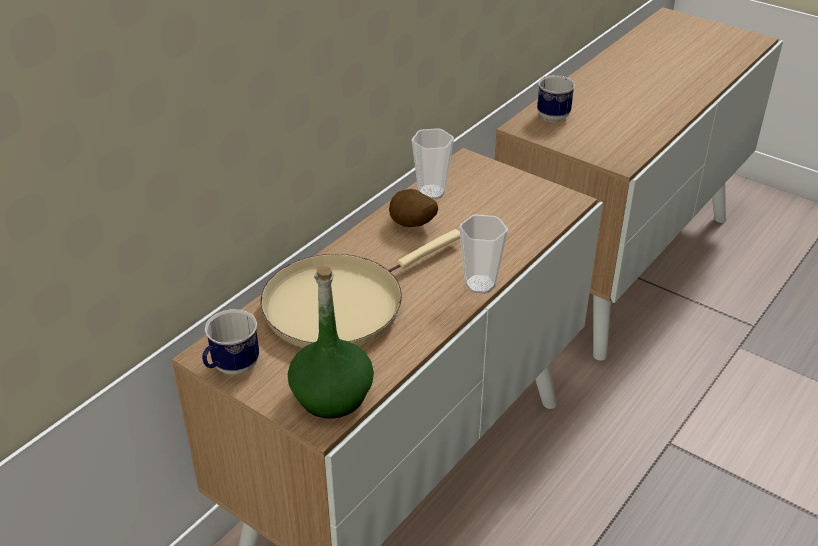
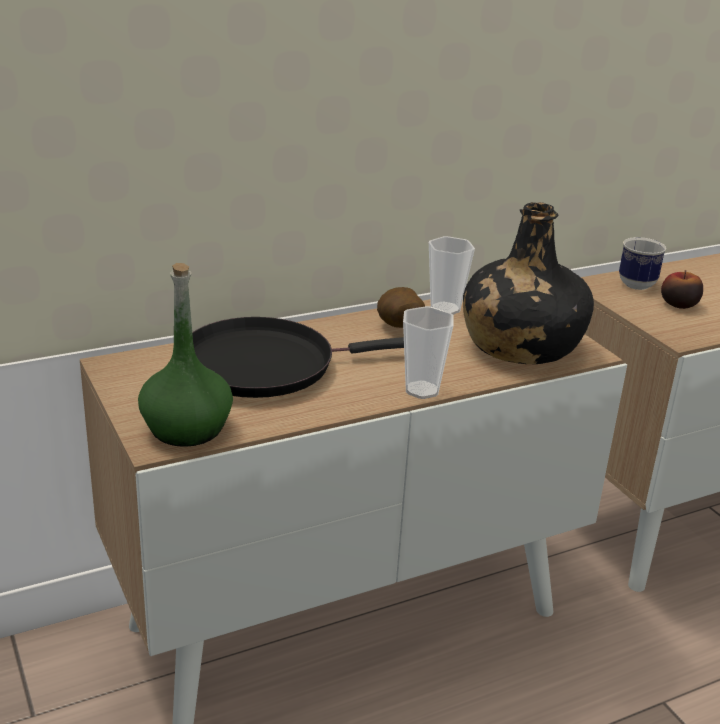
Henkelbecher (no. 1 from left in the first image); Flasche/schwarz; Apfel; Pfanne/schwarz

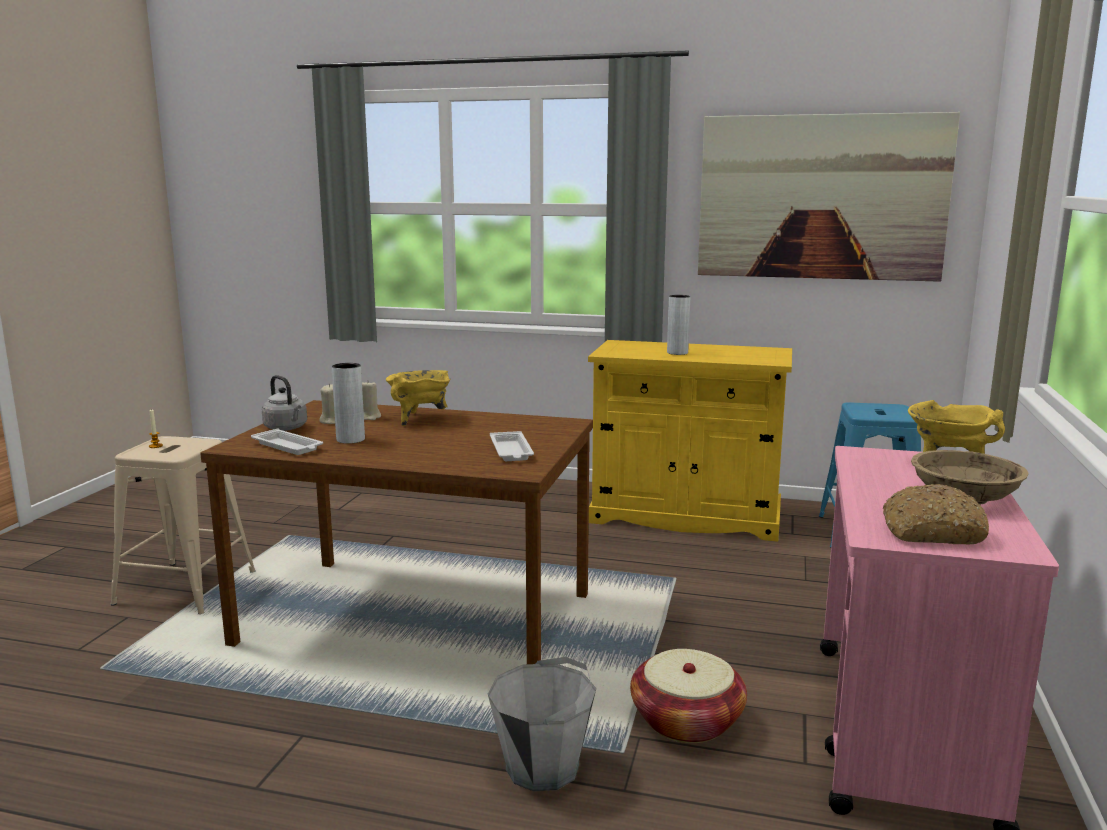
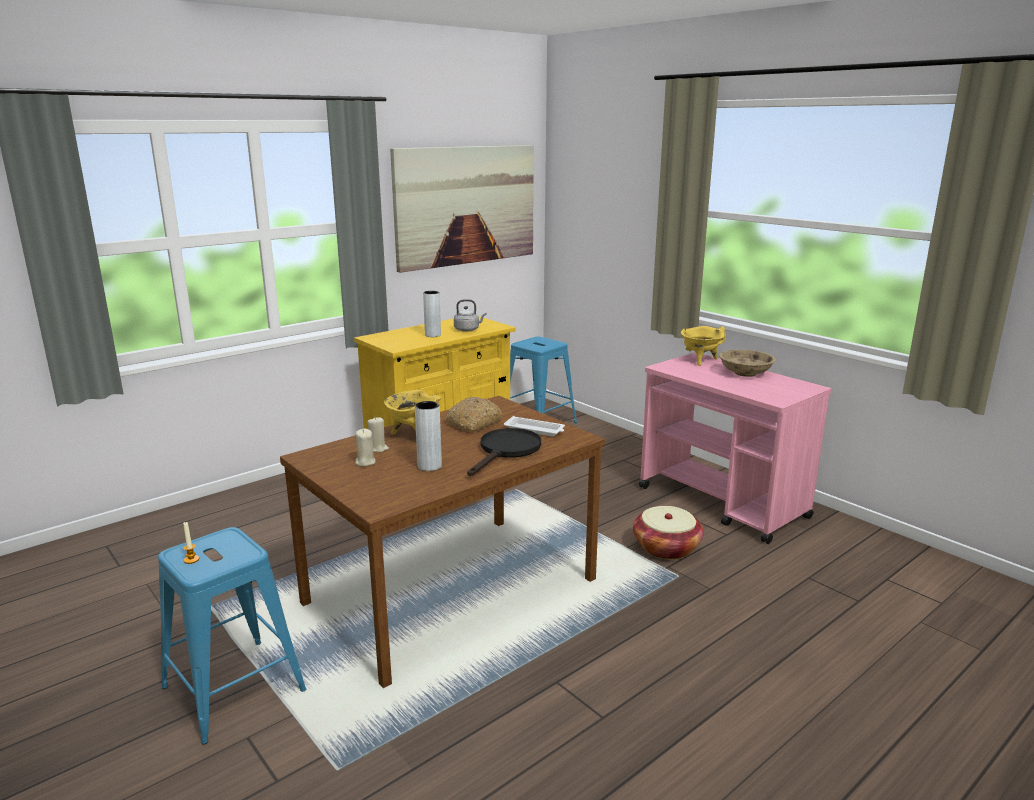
Tablett/weiß (no. 1 from left in the first image); Eimer/grau; Pfanne/schwarz; Wasserkessel/grau; Brot; Hocker/blau (no. 1 from left)

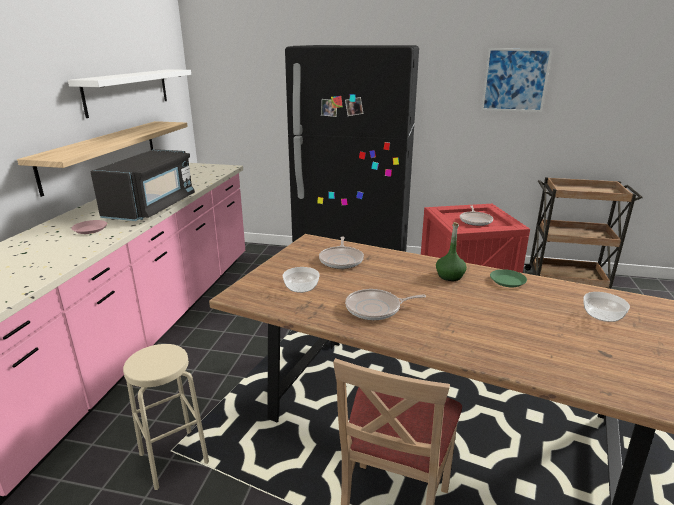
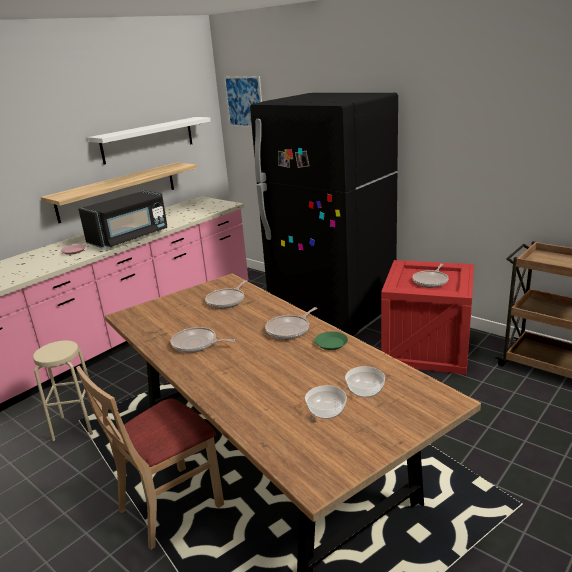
Schüssel (no. 1 from left); Bild; Pfanne (no. 3 from left)

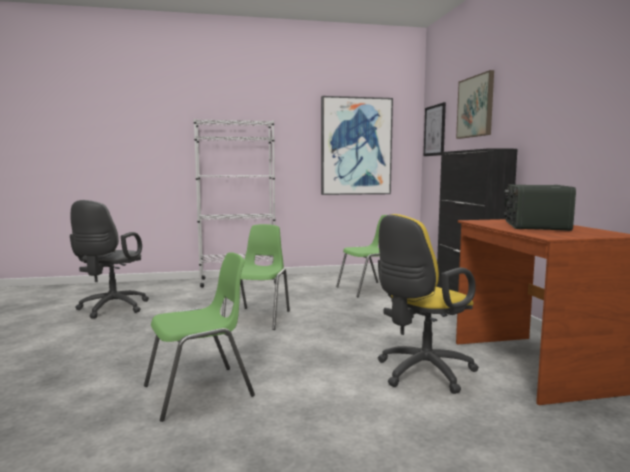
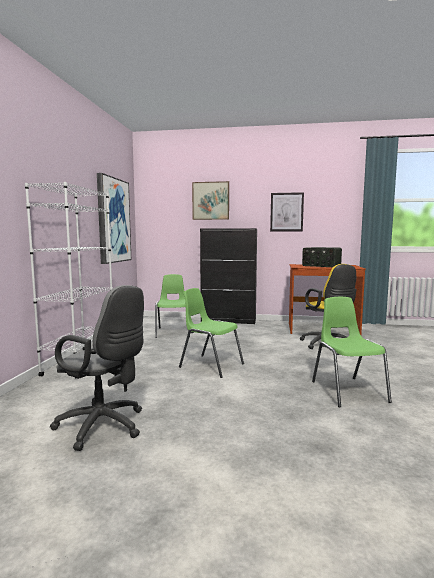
Bild (no. 3 from left)

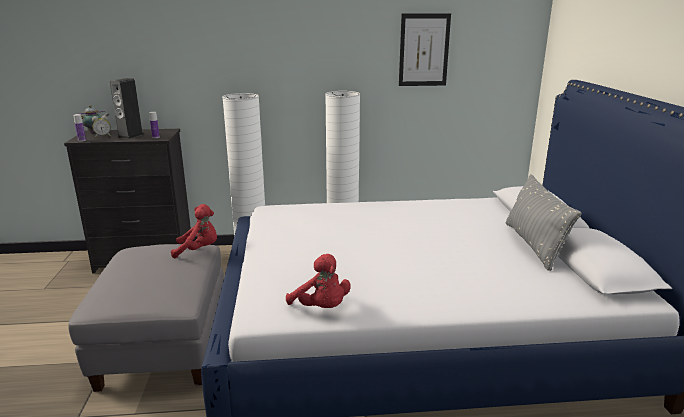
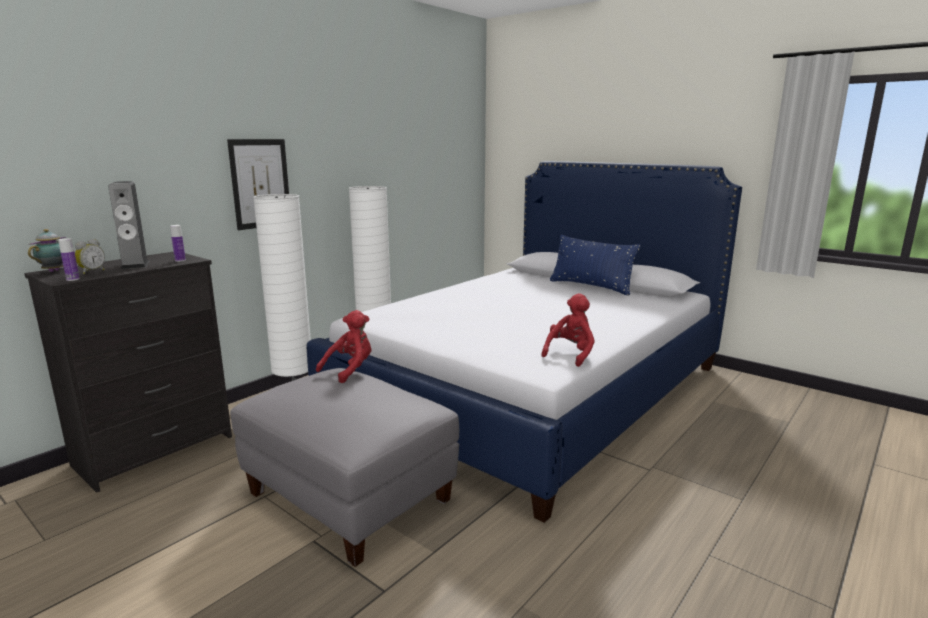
Bild; Kissen/blau; Plüschtier/rot (no. 2 from left)

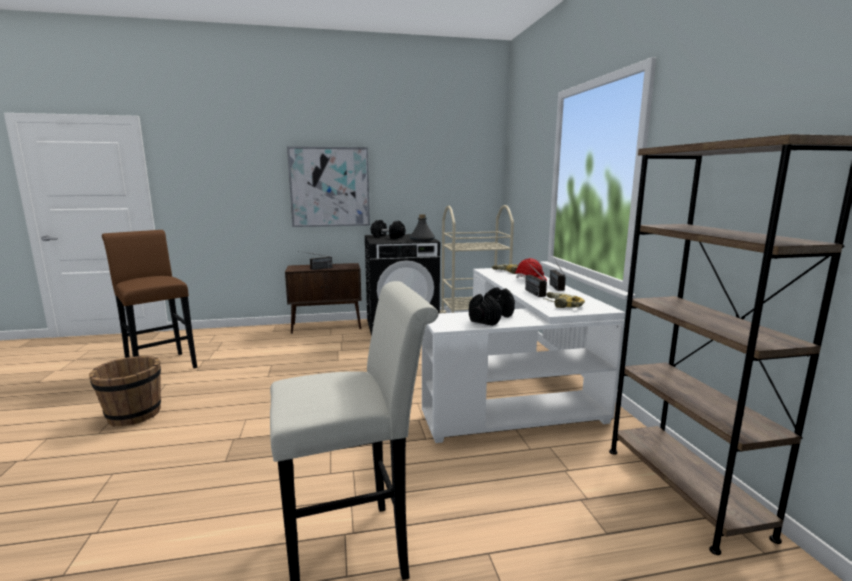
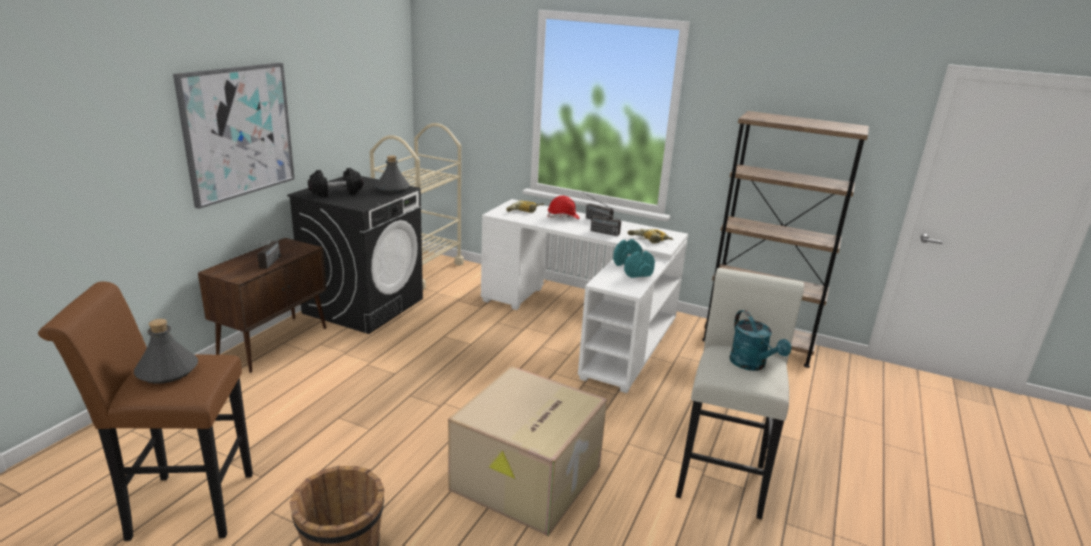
Flasche/grau (no. 1 from left); Karton; Gießkanne/türkis; Hantel/türkis

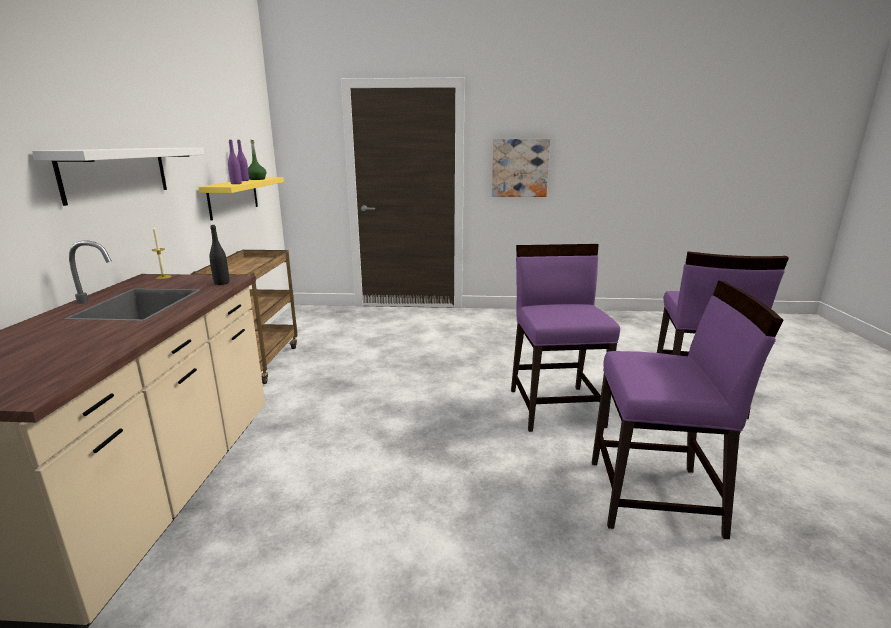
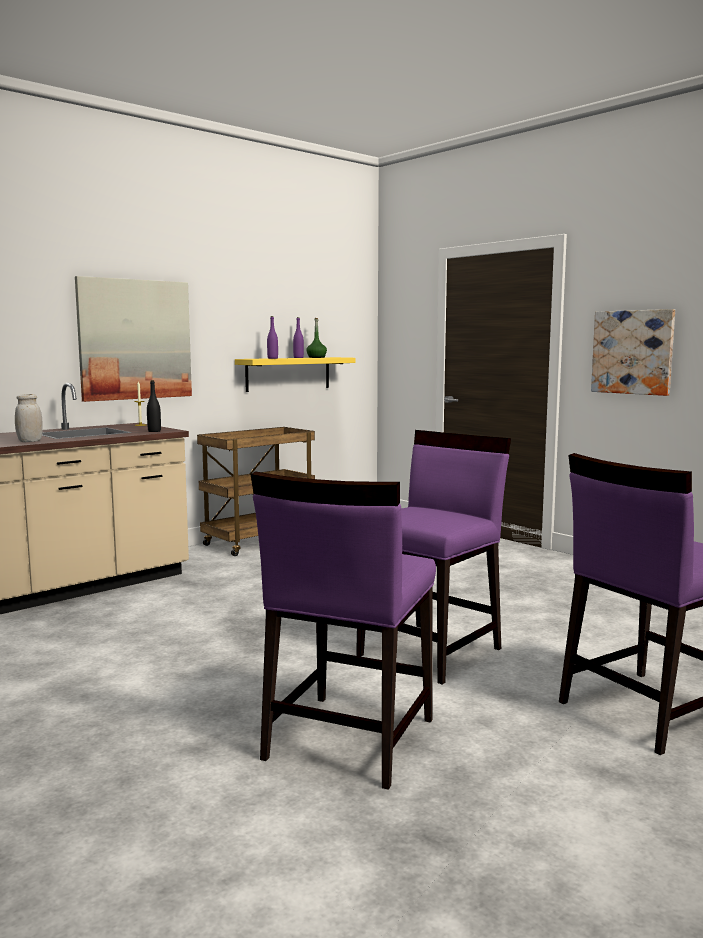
Vorratsglas/weiß; Bild (no. 1 from left); Stuhl/lila (no. 1 from left)

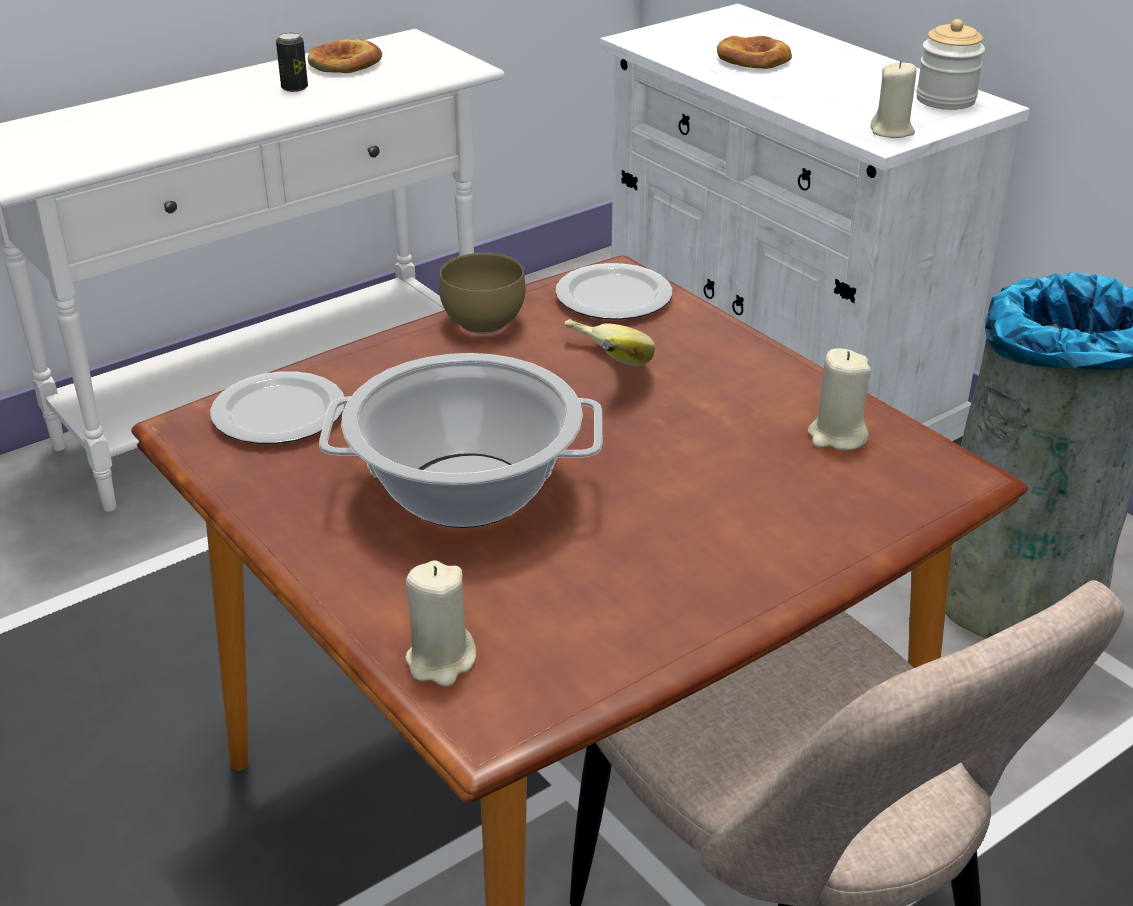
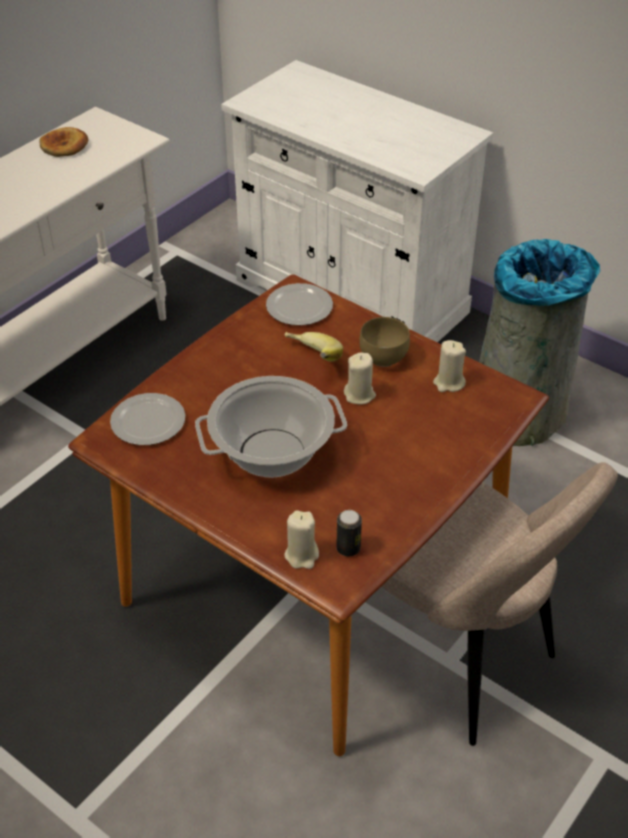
Brot (no. 2 from left in the first image); Vorratsglas; Dose; Schüssel/braun; Kerze/beige (no. 2 from left)

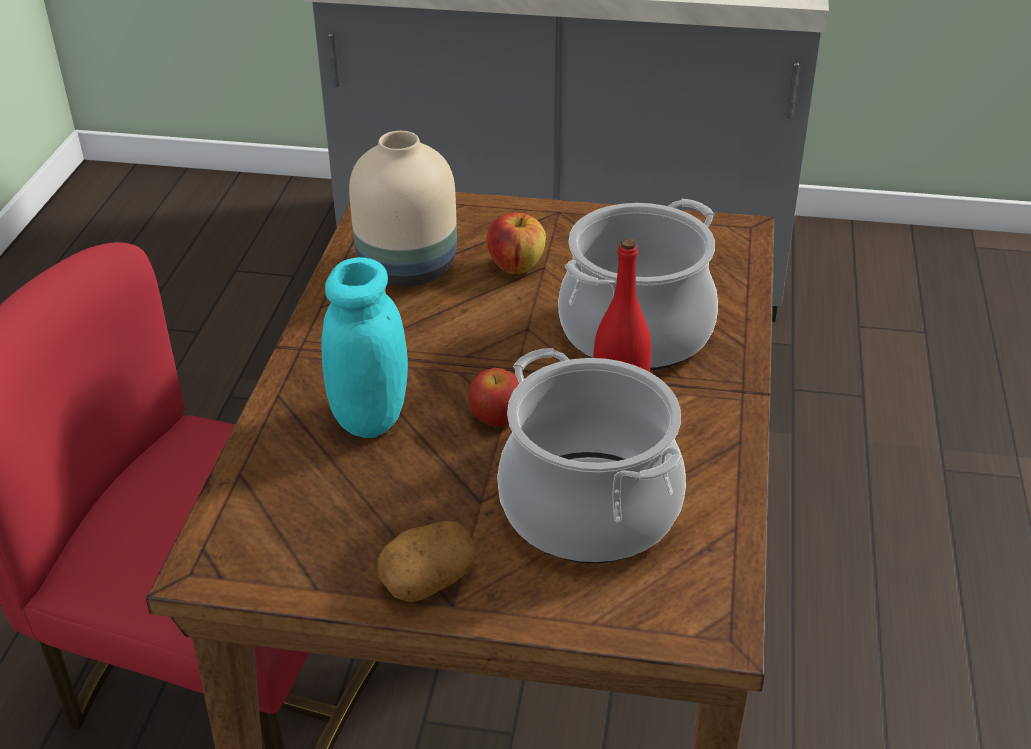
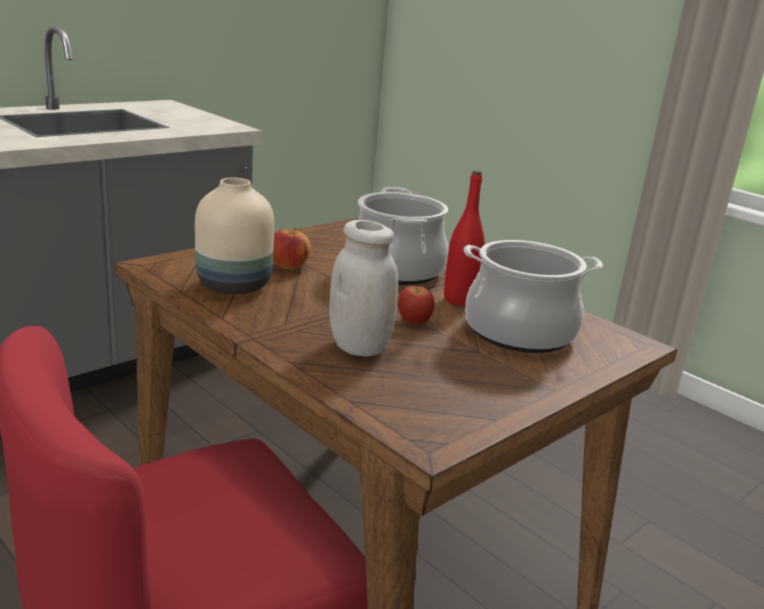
Kartoffel; Vorratsglas/weiß

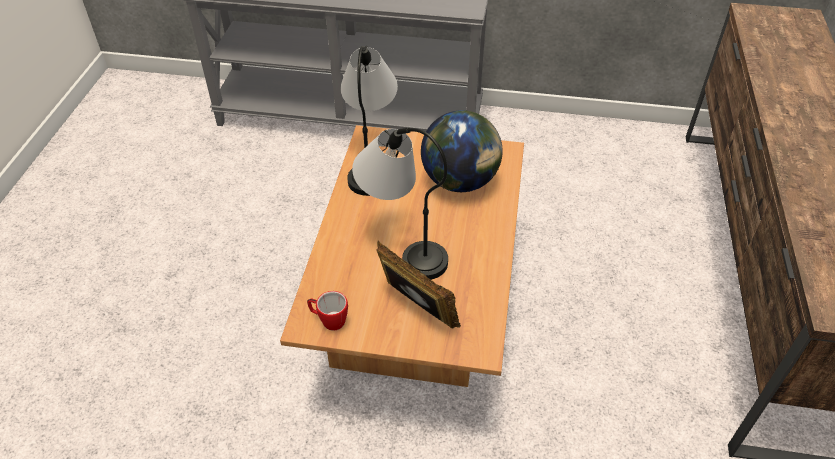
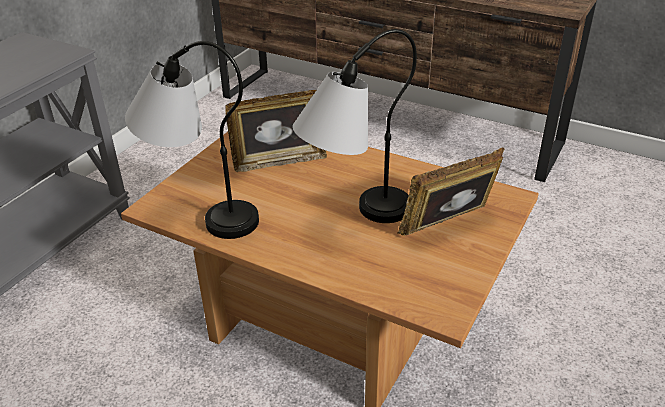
Henkelbecher; Bilderrahmen (no. 1 from left)

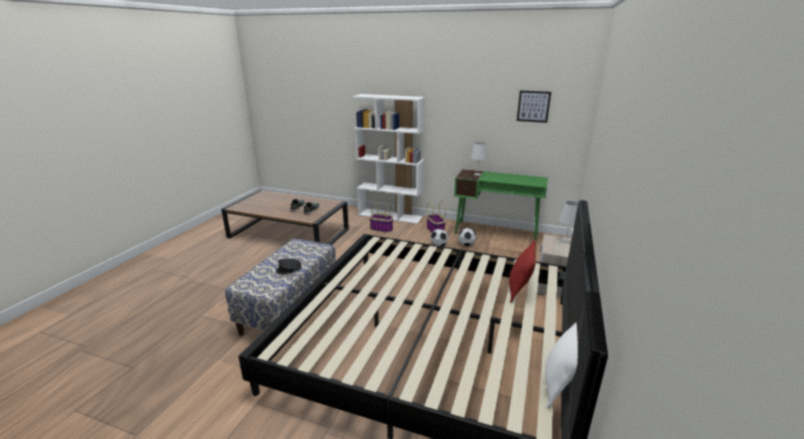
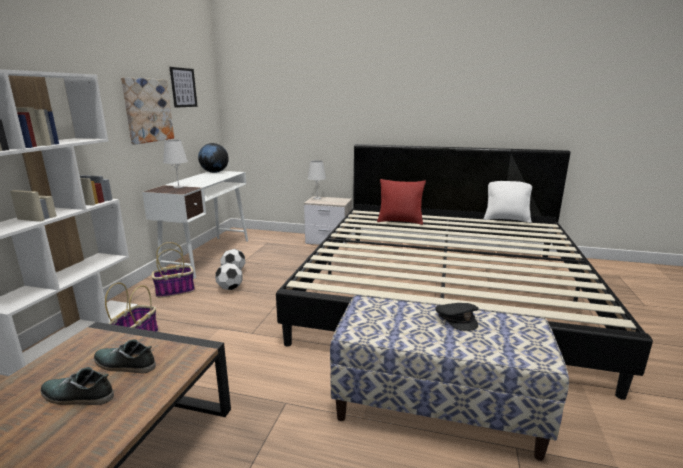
Bild (no. 1 from left); Globus; Schreibtisch/weiß

